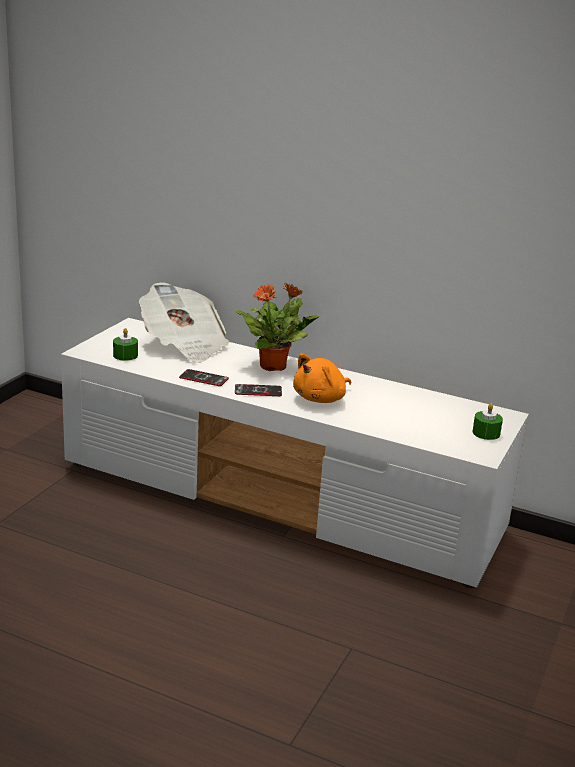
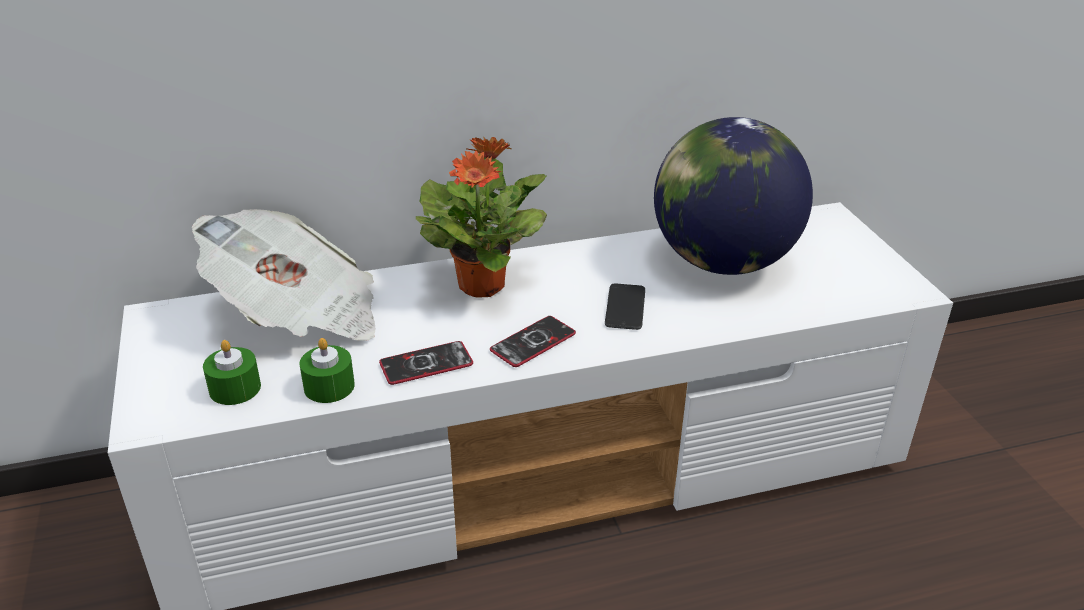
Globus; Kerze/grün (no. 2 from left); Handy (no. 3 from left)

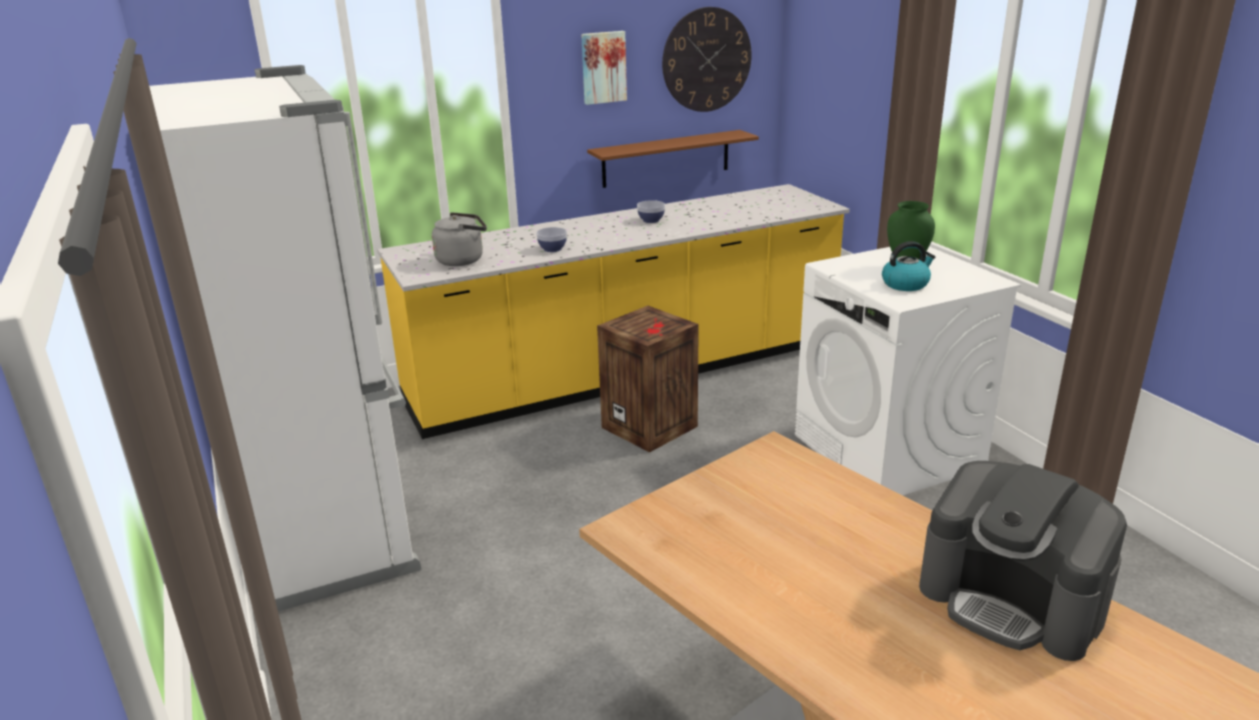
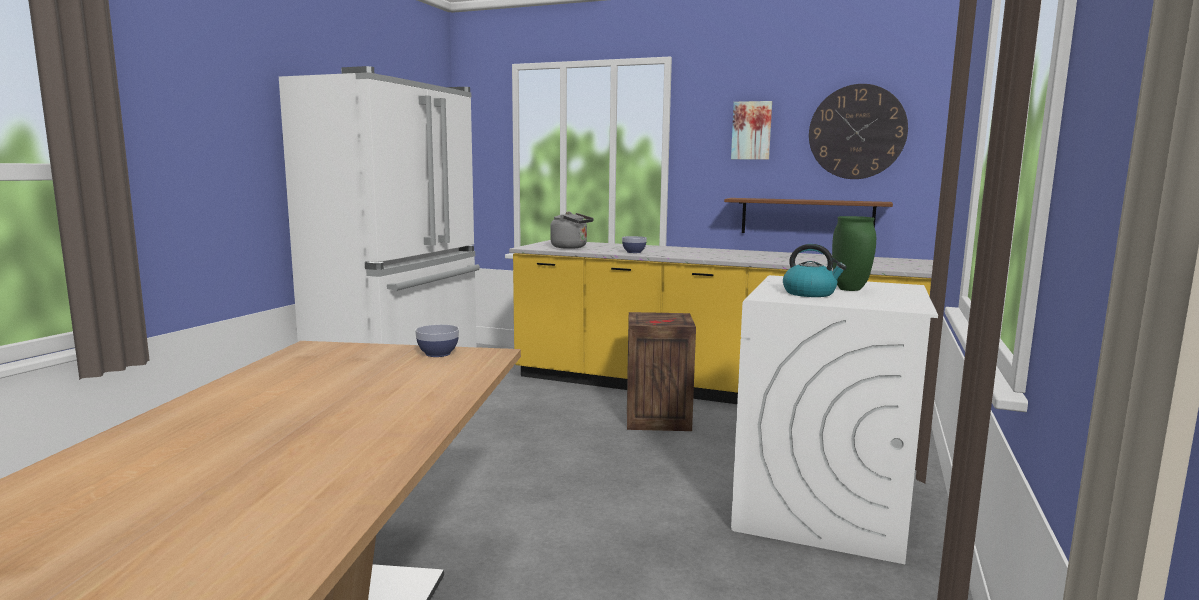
Kaffeemaschine; Schüssel (no. 1 from left)

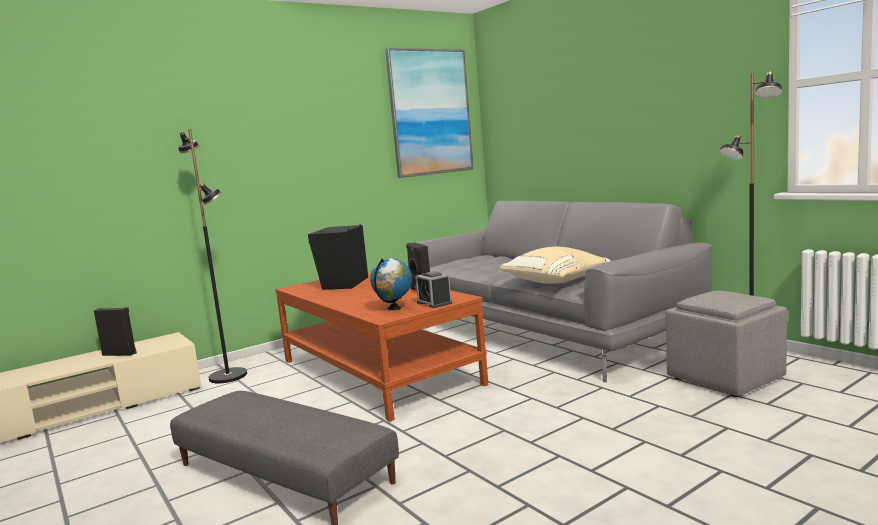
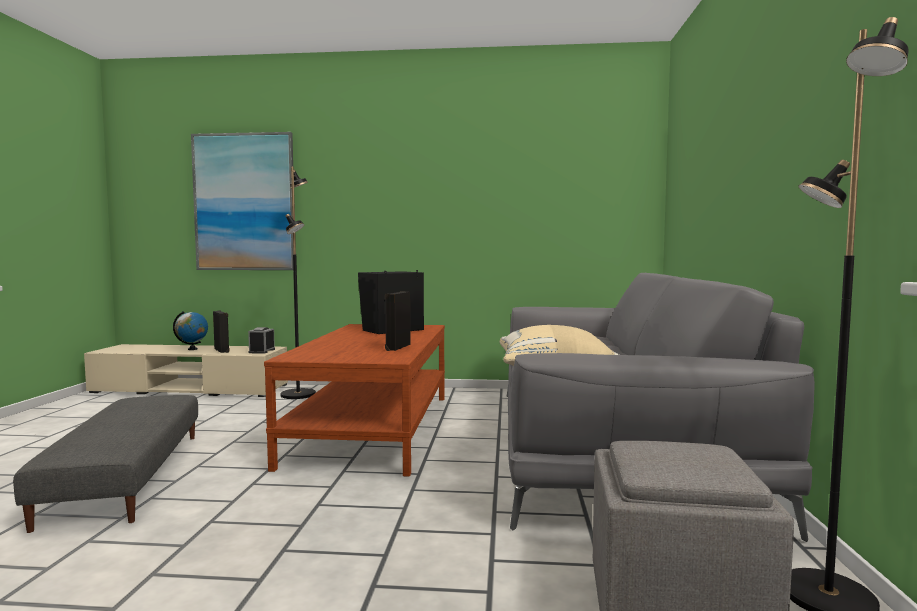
Globus; Bild; Wecker

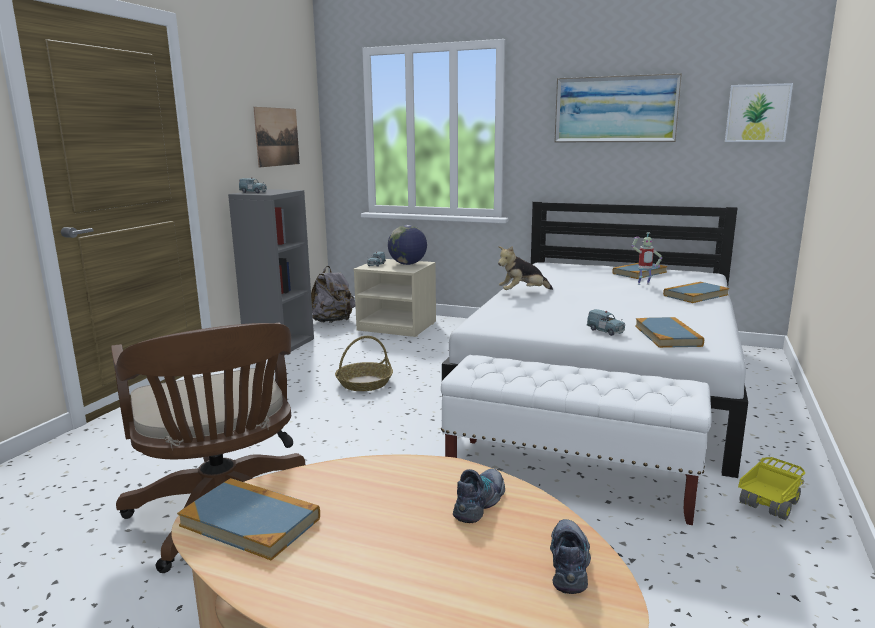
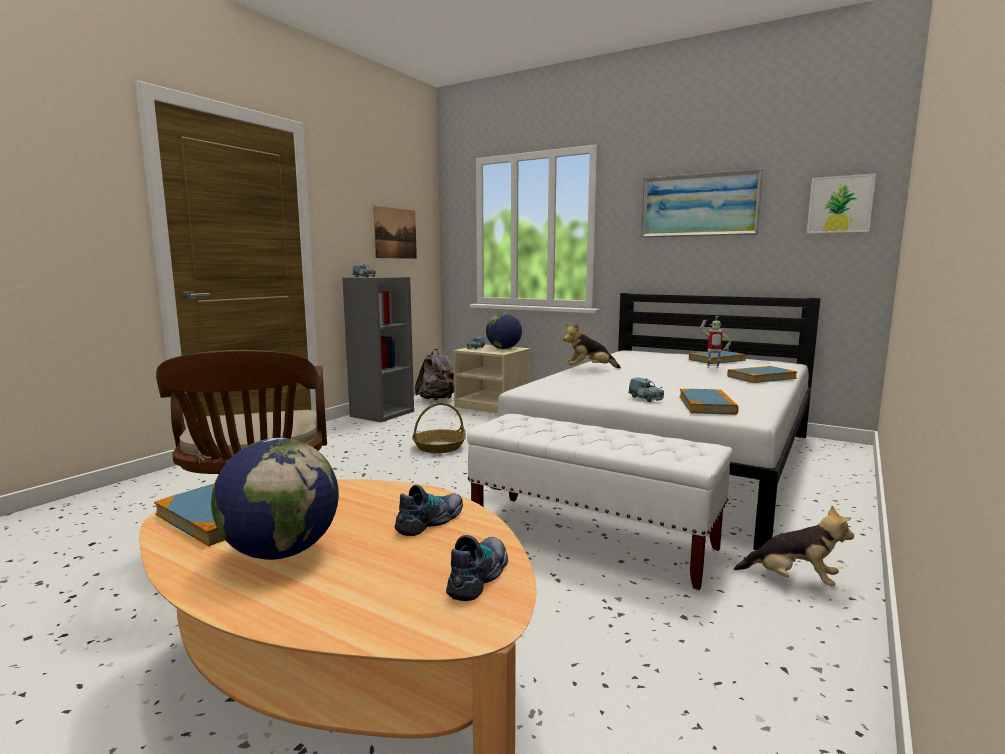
Globus (no. 1 from left); Plüschtier (no. 2 from left)

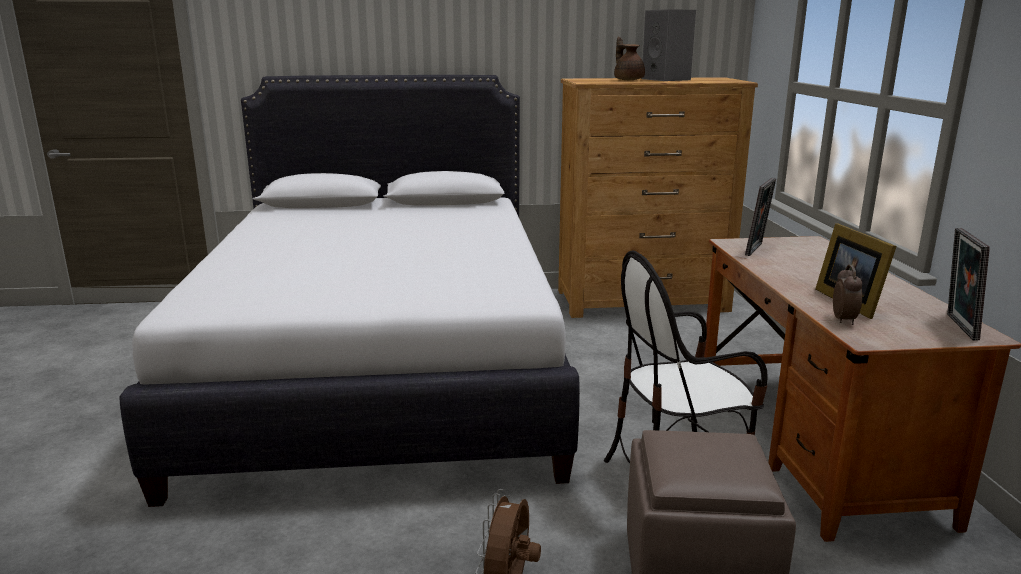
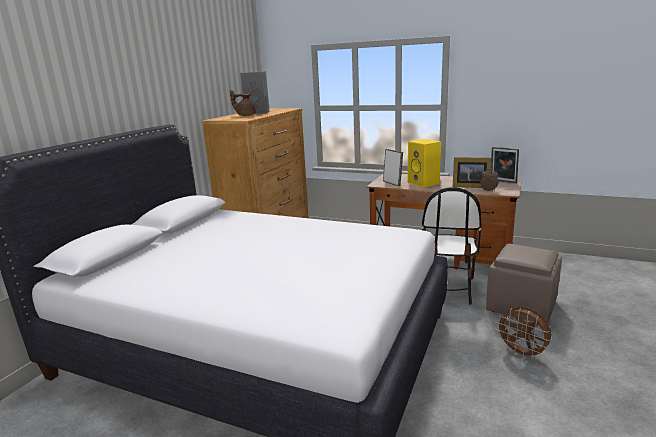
Lautsprecher/gelb

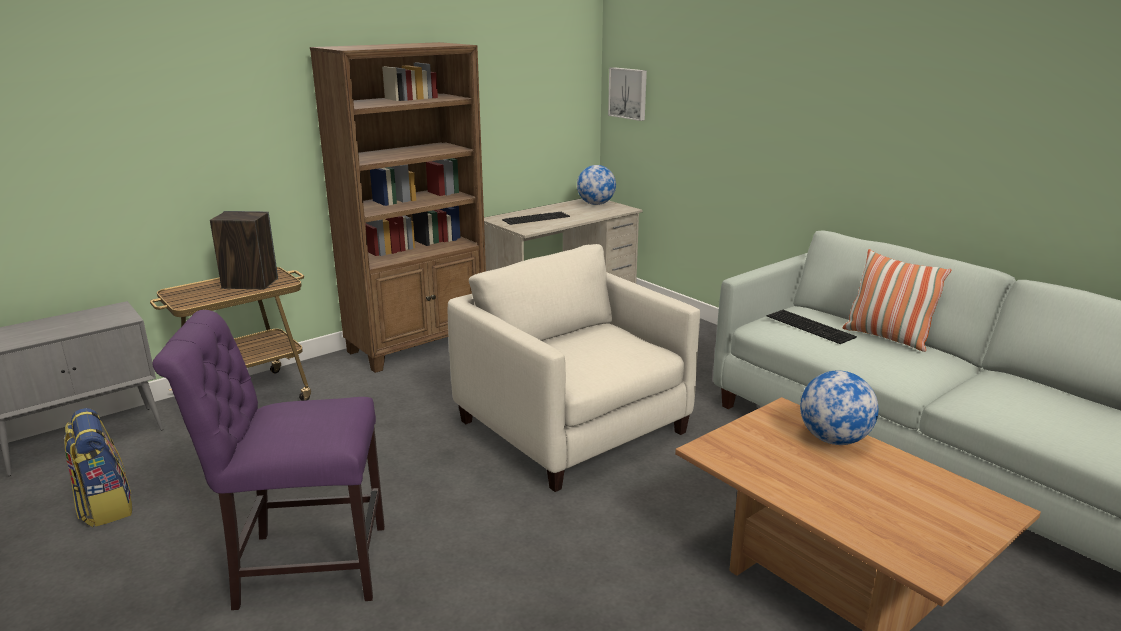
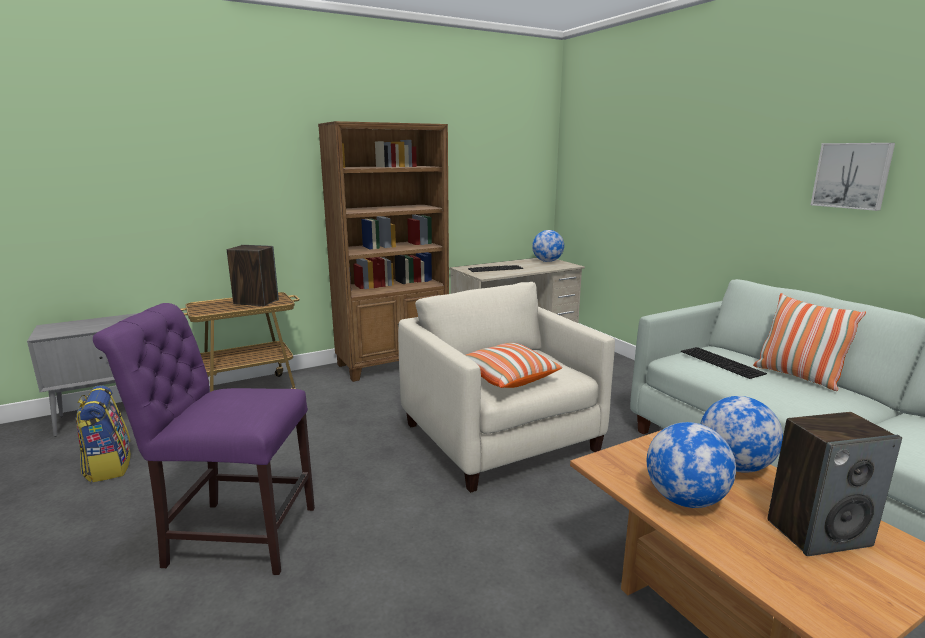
Kissen (no. 1 from left); Globus (no. 2 from left); Lautsprecher (no. 2 from left); Bild

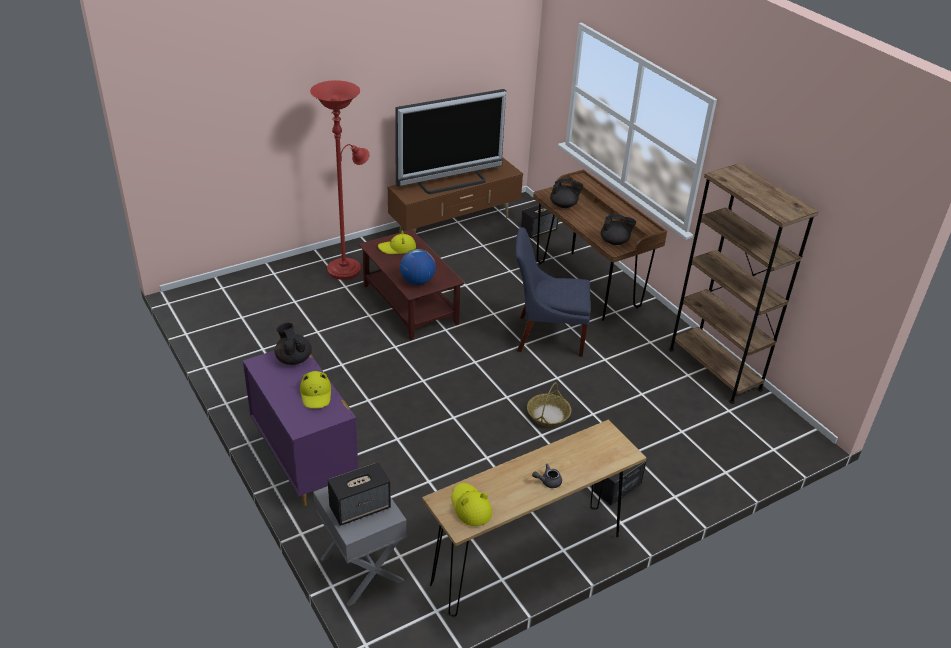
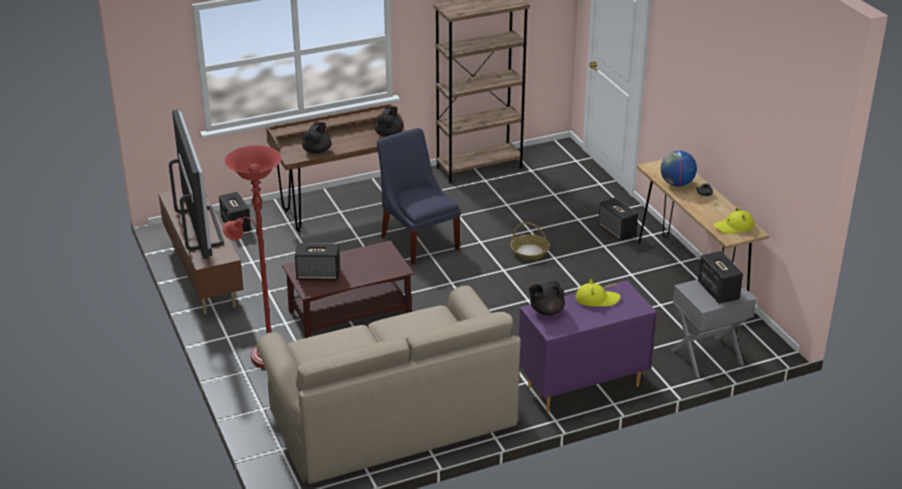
Sofa/beige; Globus; Lautsprecher (no. 2 from left); Stuhl/blau

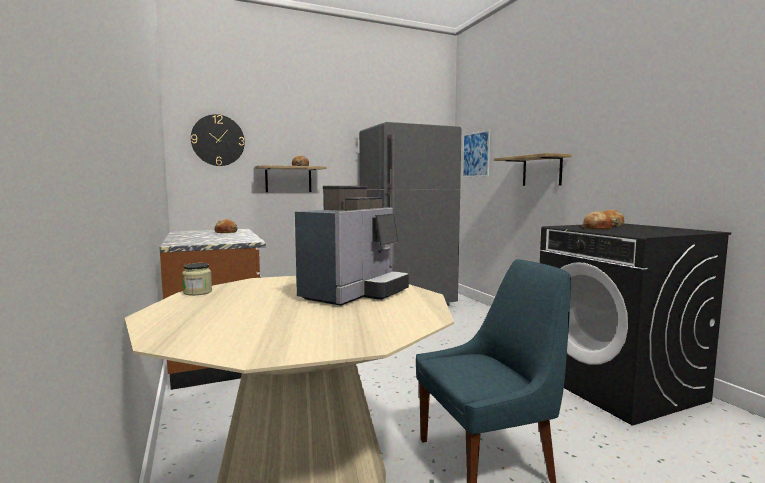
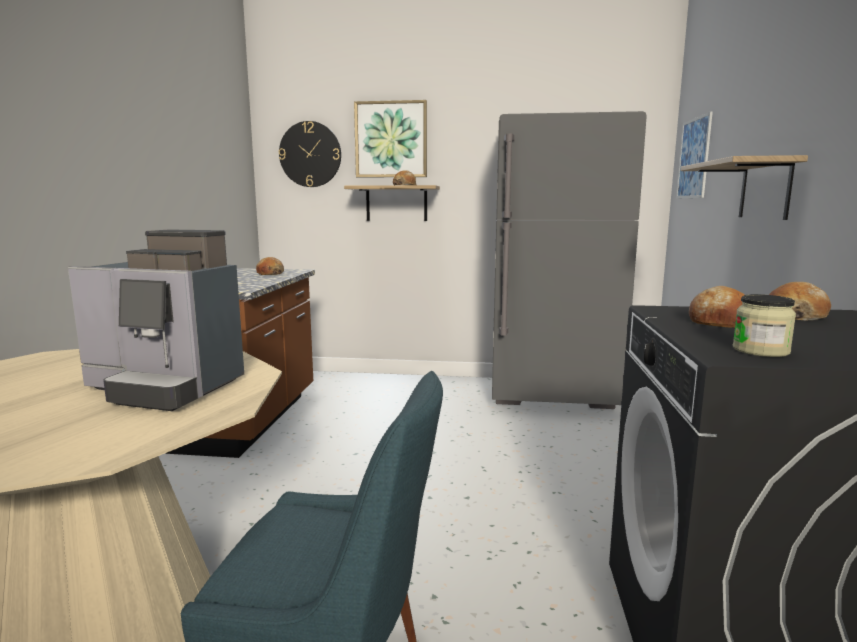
Bild (no. 1 from left); Vorratsglas; Kaffeemaschine

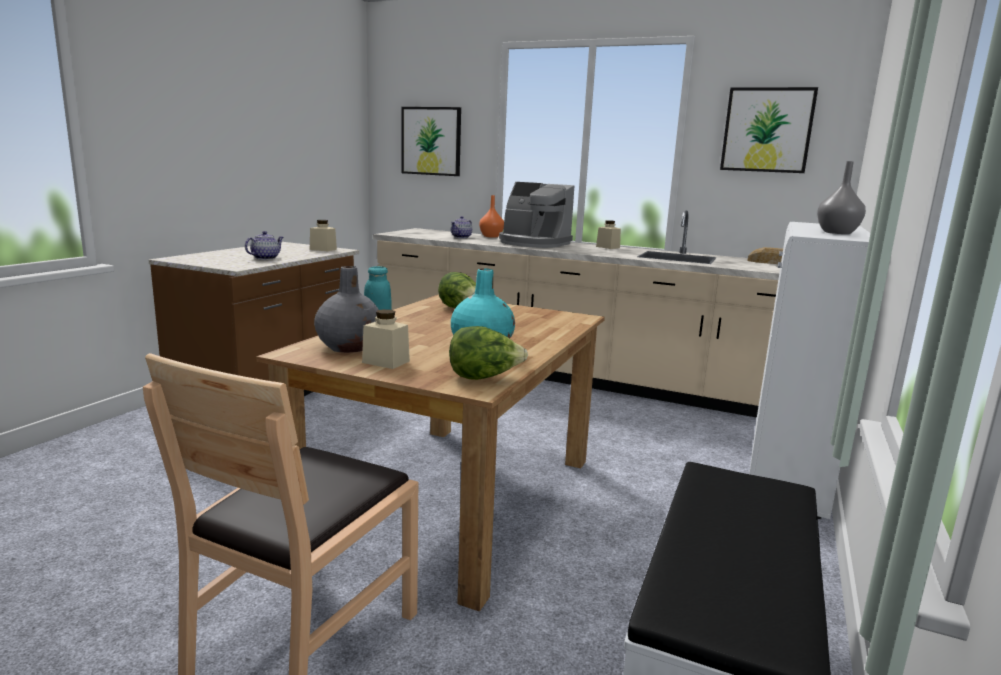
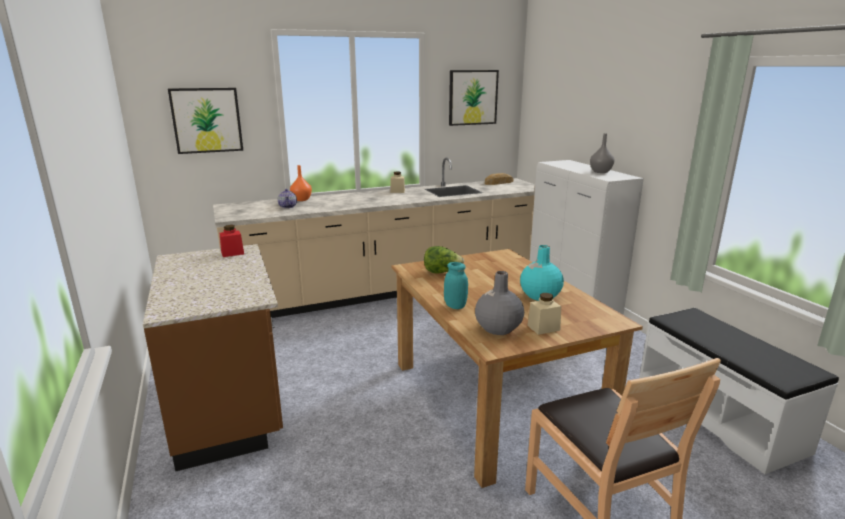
Teekanne (no. 1 from left in the first image); Salatkopf (no. 2 from left in the first image); Kaffeemaschine; Vorratsglas/rot

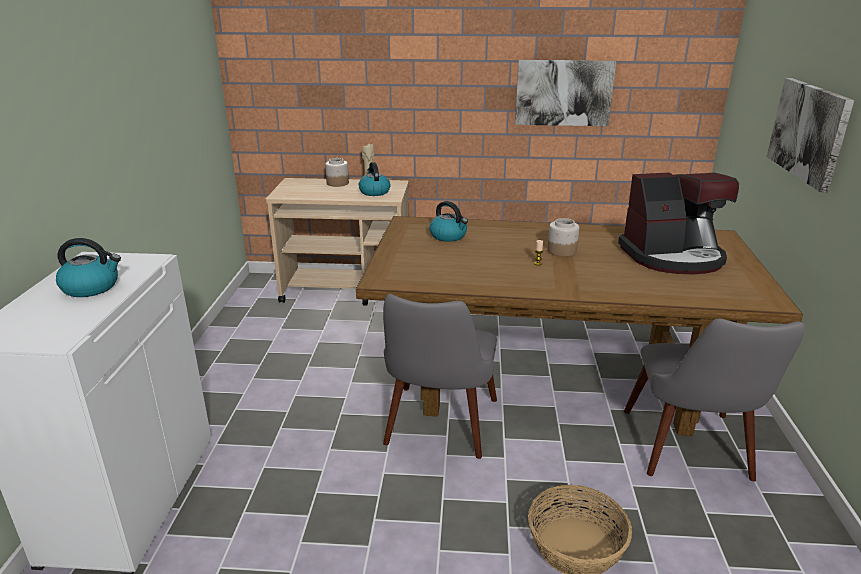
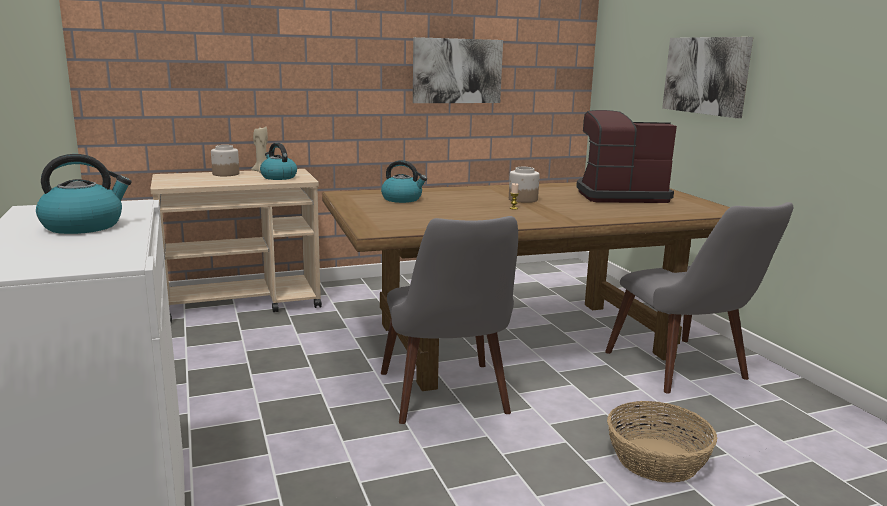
Kaffeemaschine

